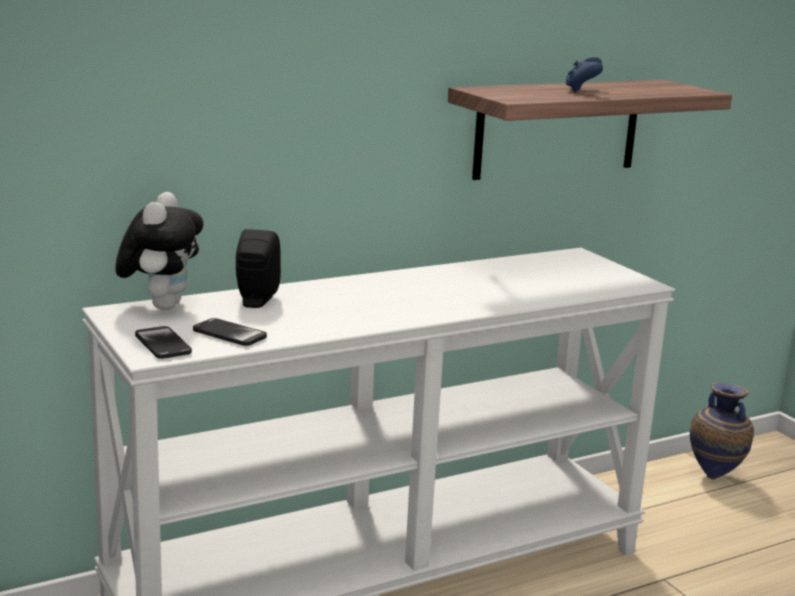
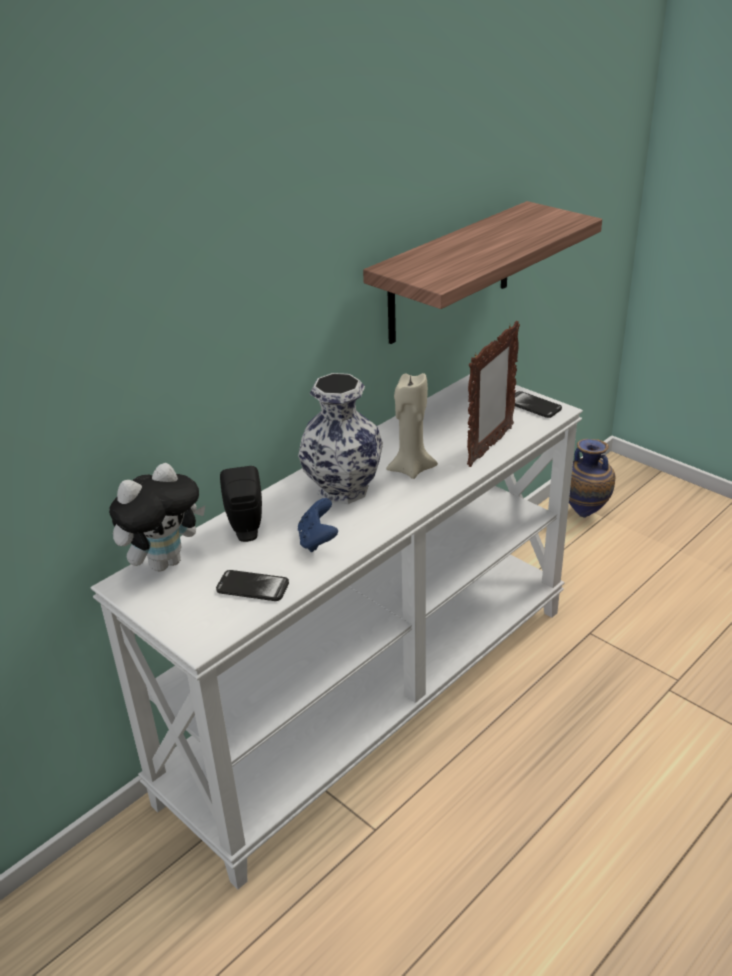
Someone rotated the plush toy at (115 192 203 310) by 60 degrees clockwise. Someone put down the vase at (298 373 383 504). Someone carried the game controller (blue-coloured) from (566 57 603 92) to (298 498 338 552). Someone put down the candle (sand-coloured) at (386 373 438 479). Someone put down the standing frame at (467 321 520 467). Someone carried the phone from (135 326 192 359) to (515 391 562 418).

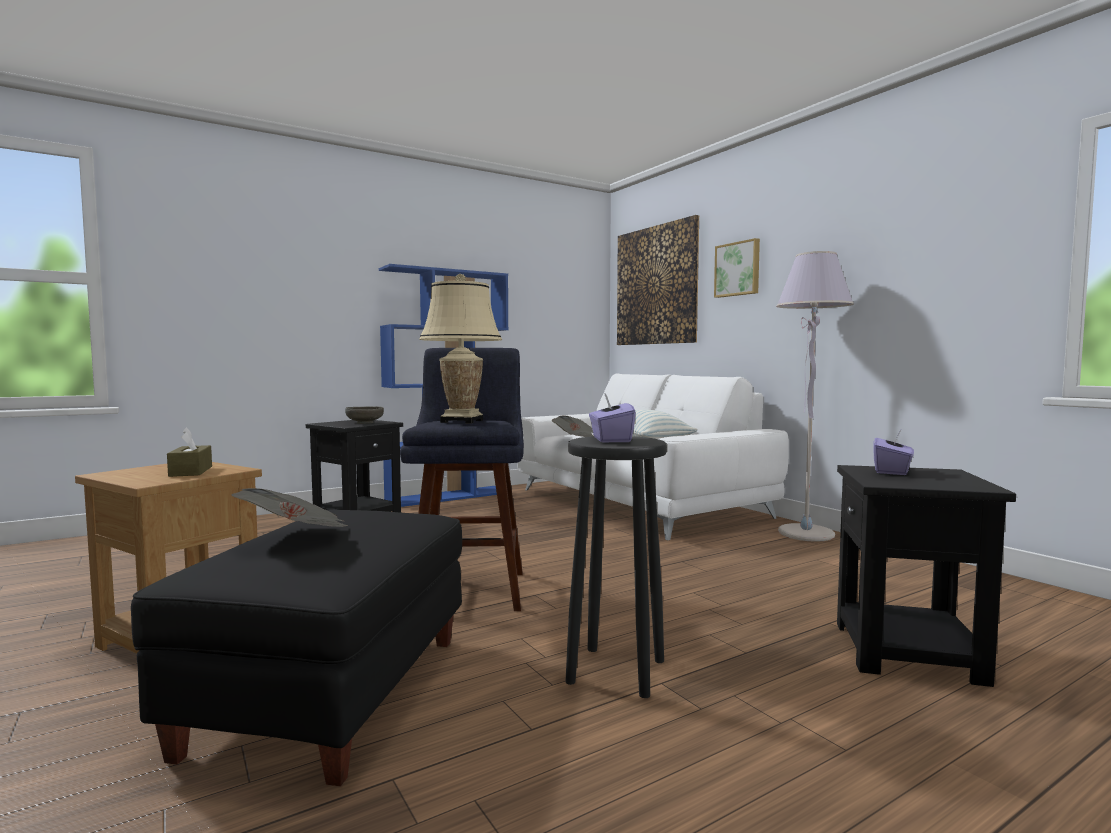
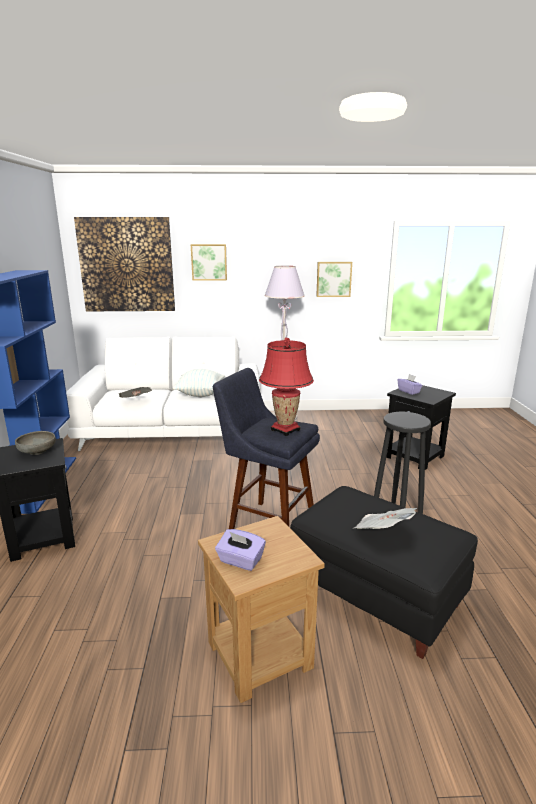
Someone carried the tissue box (purple) from (589 393 636 442) to (215 529 266 571). Someone repainted the tabletop lamp (sand-coloured) at (419 274 502 424), which became the tabletop lamp (red-coloured) at (259 338 314 436). Someone put up the picture at (316 262 352 297). Someone took away the tissue box (brown-coloured) at (167 427 212 477).

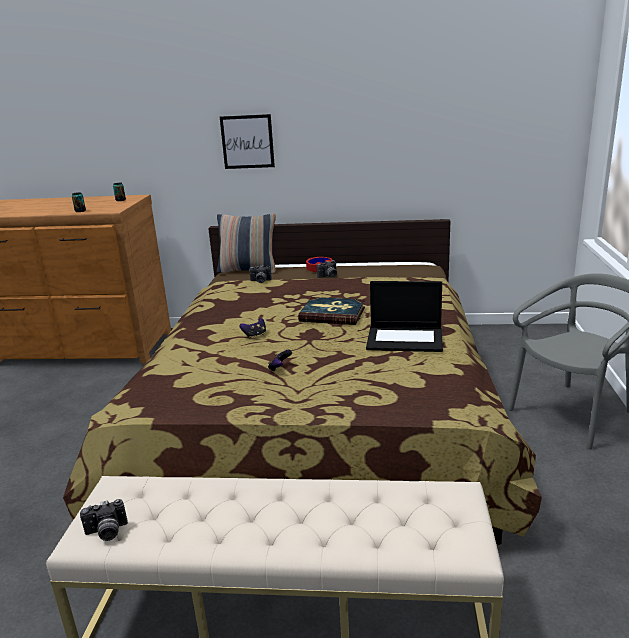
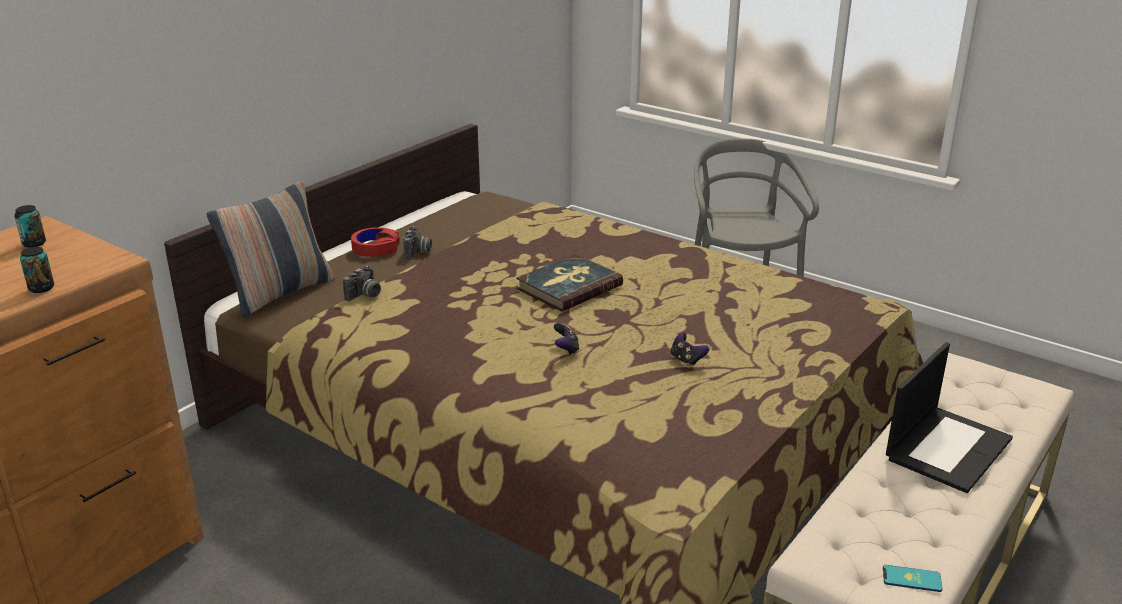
Someone swapped the photo camera at (80 499 128 541) for the phone at (883 565 942 592). Someone carried the notebook computer from (366 281 443 352) to (886 342 1013 493). Someone took away the picture at (220 114 275 169).

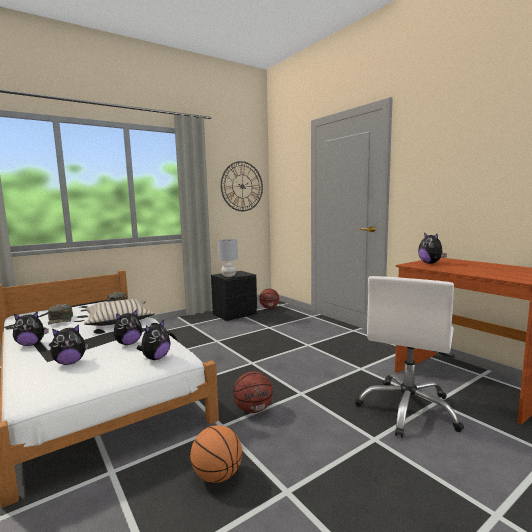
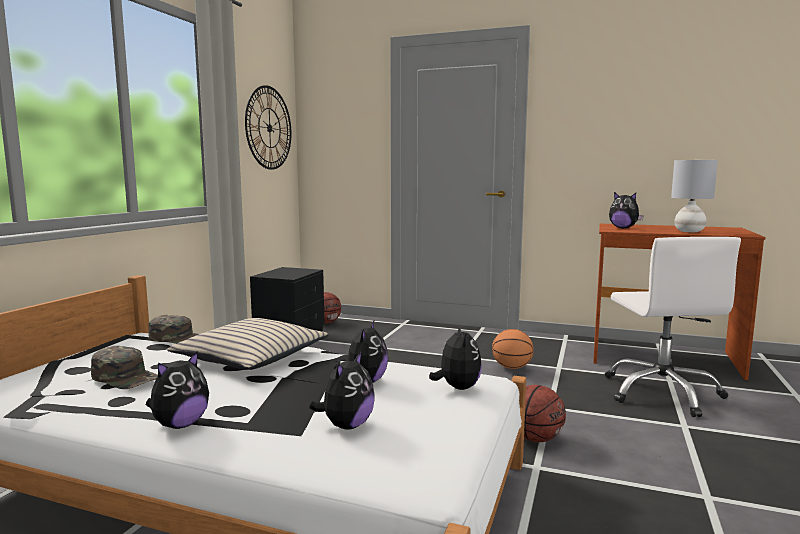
Someone carried the basketball ball from (190 425 242 483) to (492 329 534 369). Someone carried the tabletop lamp (gray) from (217 239 238 277) to (671 160 718 232).

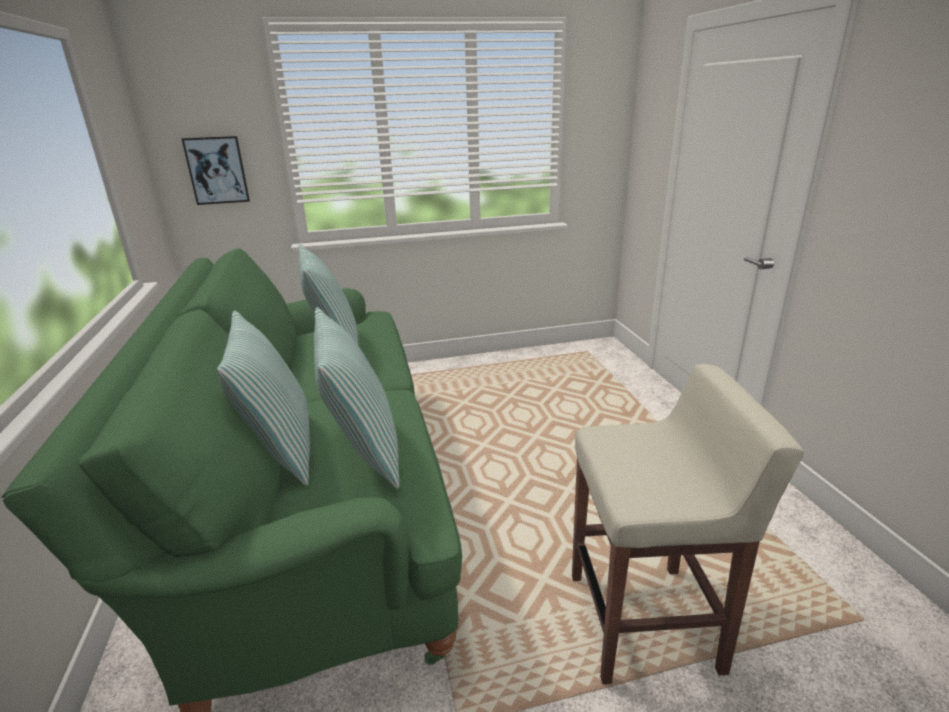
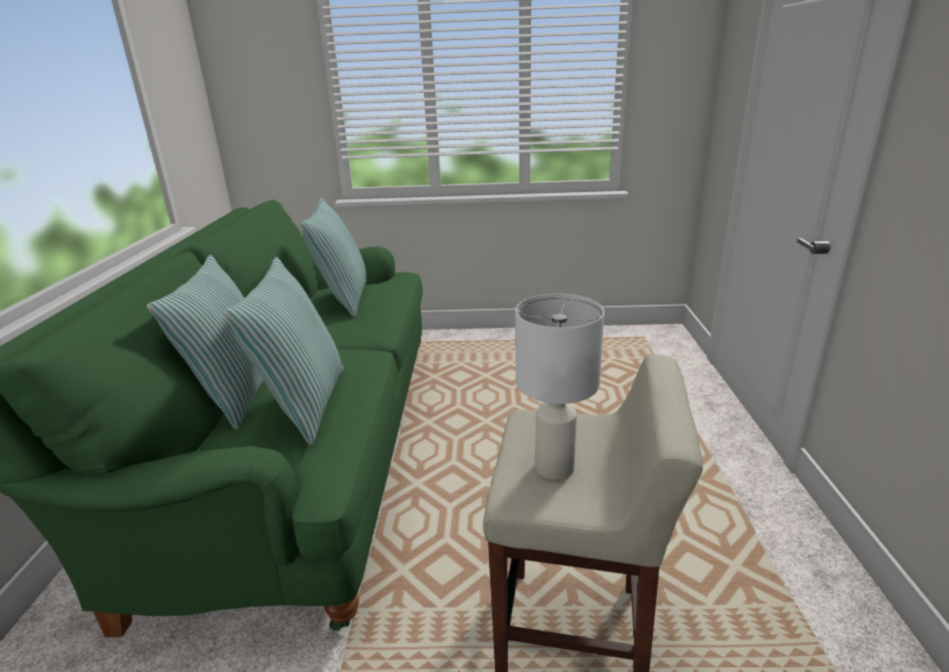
Someone put down the tabletop lamp (whitish) at (515 294 604 480). Someone took away the picture at (182 136 250 205).

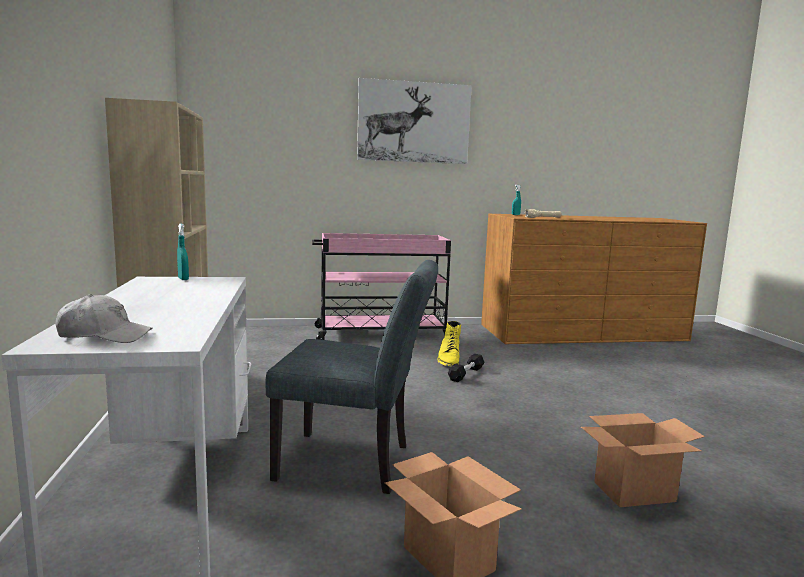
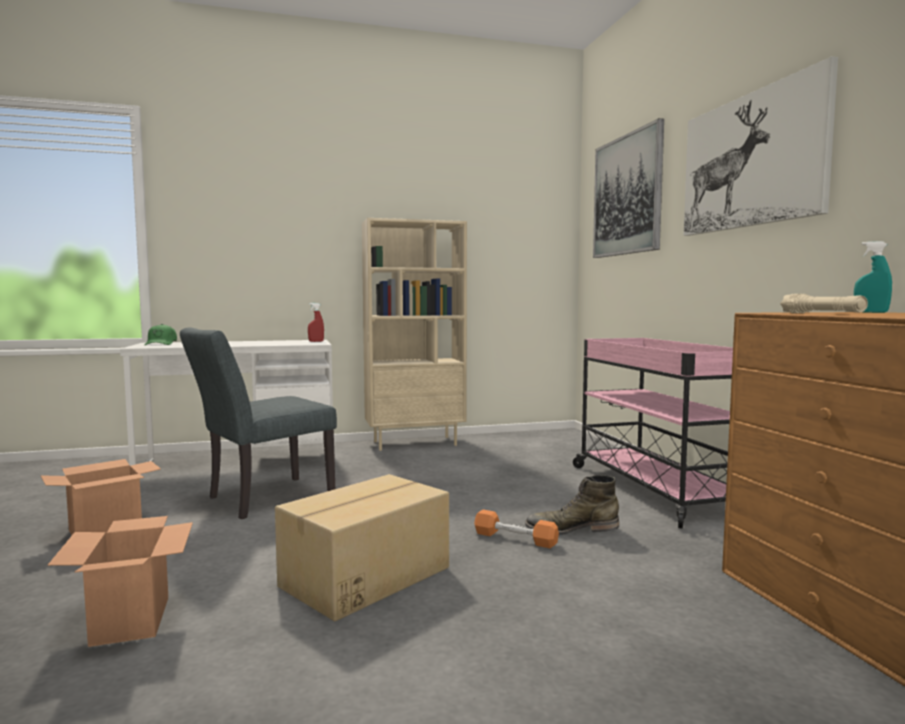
Someone repainted the peaked cap (whitish) at (55 294 152 343), which became the peaked cap (greenish) at (145 324 177 345). Someone rotated the plain chair (gray) at (266 260 438 494) by 45 degrees clockwise. Someone put down the packing box at (275 474 449 621). Someone repainted the spray bottle (blue-green) at (177 224 189 280), which became the spray bottle (red-coloured) at (308 303 324 342). Someone repainted the free weight (blackish) at (448 354 485 382), which became the free weight (orangey) at (474 510 559 548). Someone repainted the boot (yellow-coloured) at (437 321 461 366), which became the boot (greenish) at (525 475 619 535). Someone put up the picture at (593 118 664 258).

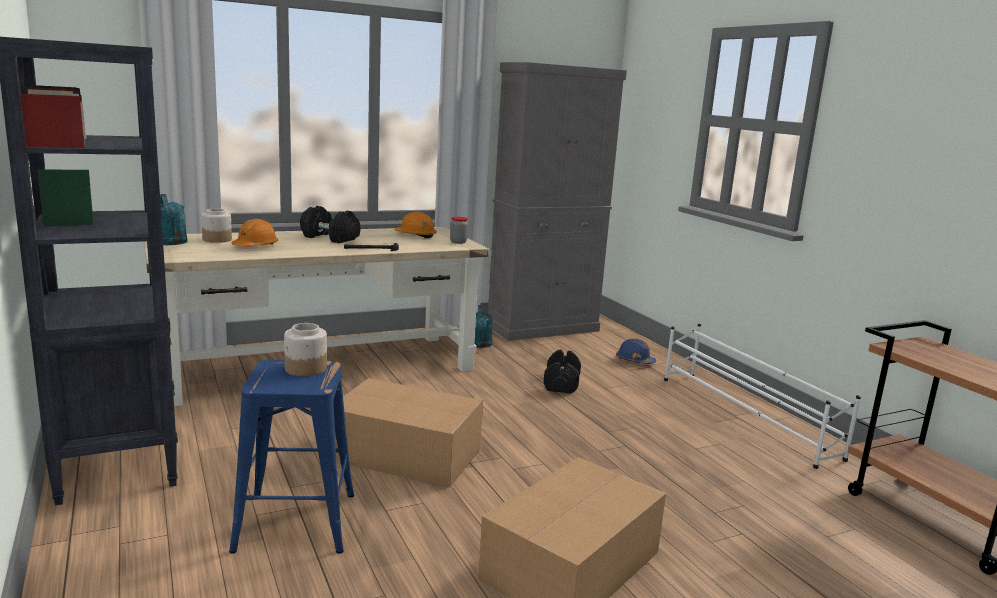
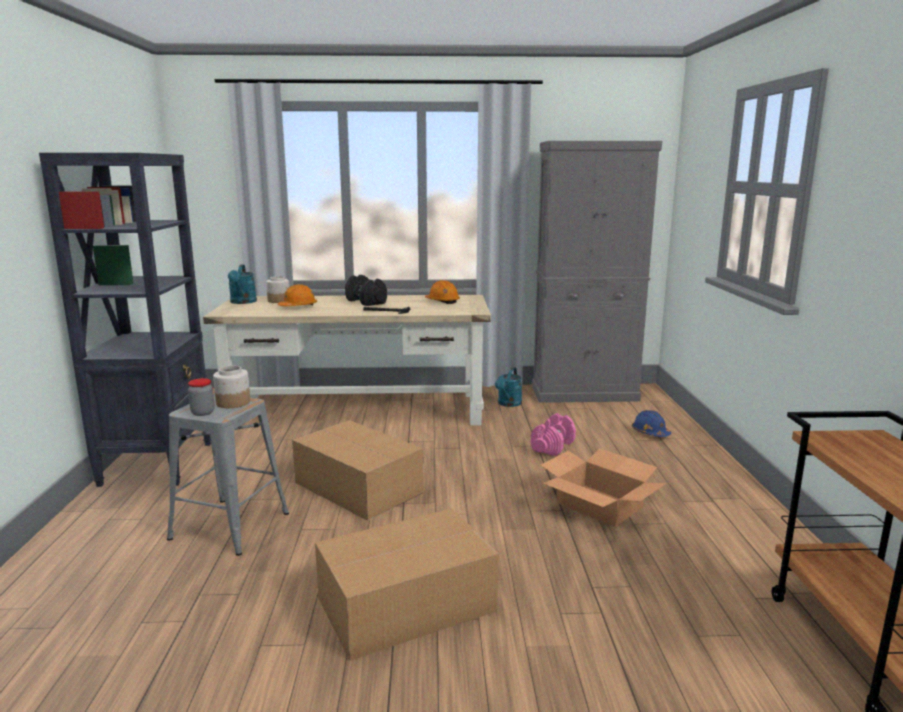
Someone repainted the sitting stool (blue-coloured) at (229 360 354 554), which became the sitting stool (gray) at (167 394 289 556). Someone carried the storage jar from (450 217 468 244) to (188 378 215 416). Someone repainted the free weight (blackish) at (544 350 581 394), which became the free weight (pinkish) at (531 413 576 456). Someone put down the packing box at (541 448 666 527). Someone took away the shoe shelf (whitish) at (664 324 861 469).

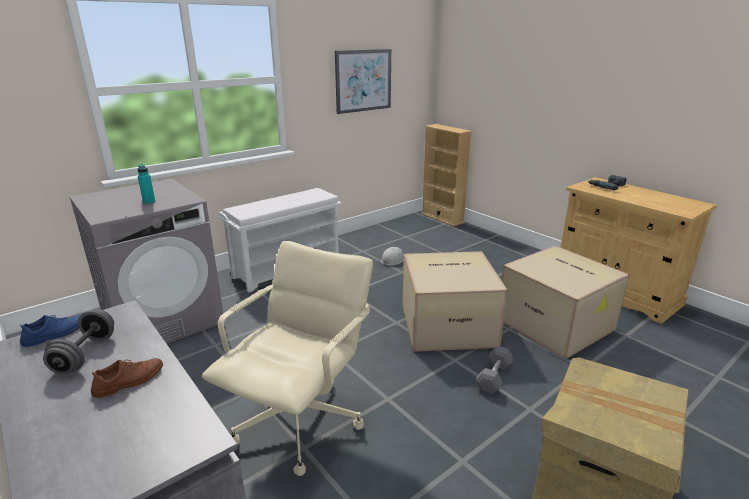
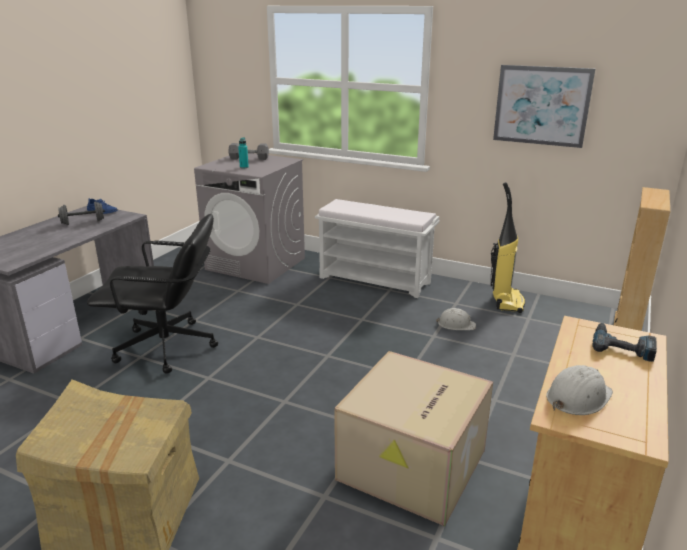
Someone repainted the office chair (sand-coloured) at (202 241 373 476), which became the office chair (blackish) at (87 214 218 374). Someone carried the free weight (gray) from (476 346 513 394) to (228 143 269 160). Someone put down the vacuum cleaner at (490 182 525 313). Someone put down the hard hat (whitish) at (546 365 613 415). Someone took away the item of footwear (brown-coloured) at (91 358 163 398). Someone took away the packing box at (402 251 508 352).

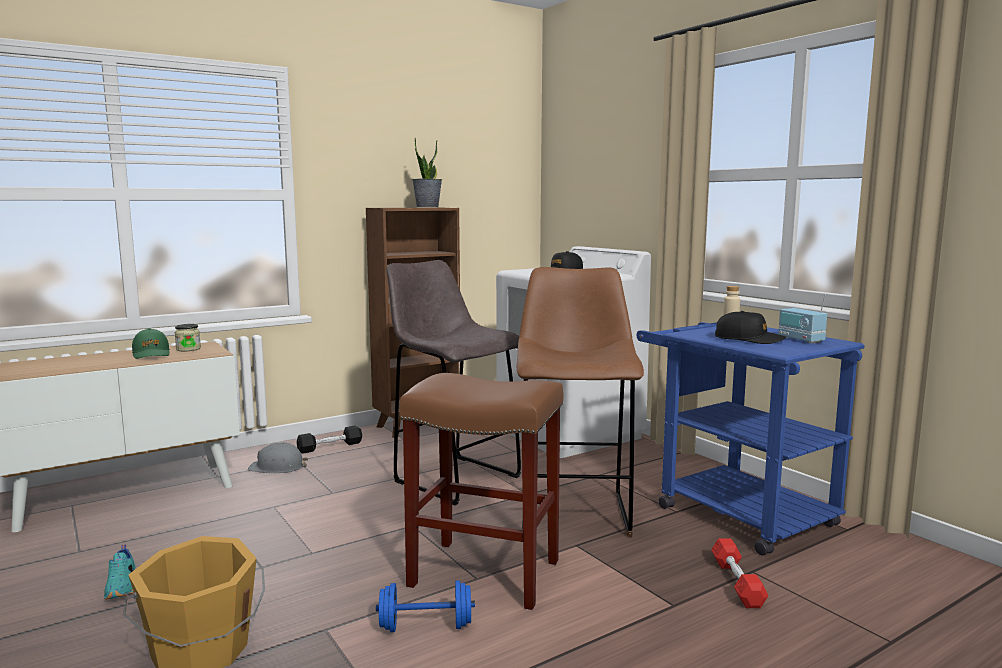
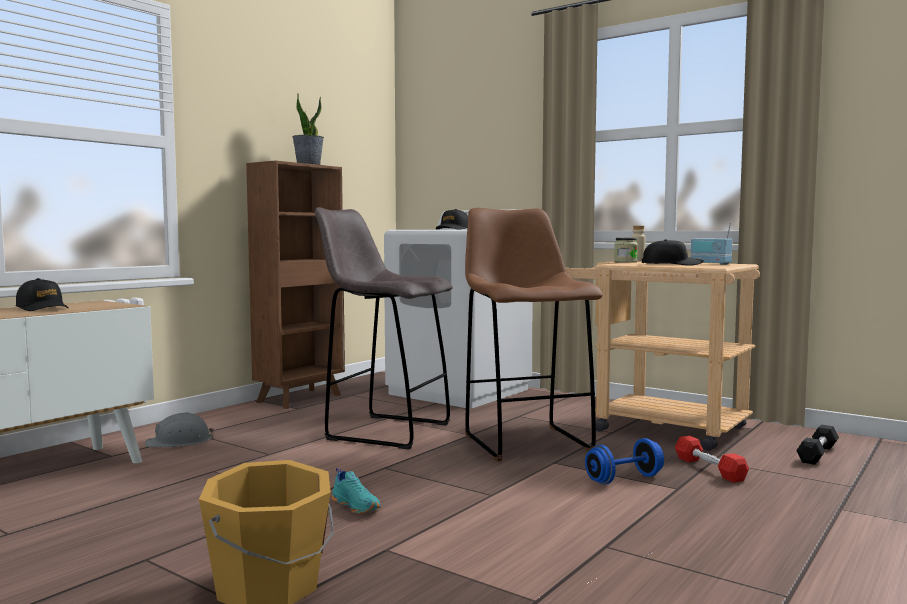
Someone repainted the peaked cap (greenish) at (132 328 169 359), which became the peaked cap (blackish) at (16 278 69 311). Someone carried the item of footwear (blue-green) from (104 544 135 600) to (331 468 381 514). Someone repainted the cart (blue-coloured) at (637 322 865 555), which became the cart (sand-coloured) at (565 261 760 451). Someone carried the free weight (blue-coloured) from (376 580 475 632) to (585 438 664 484). Someone carried the storage jar from (175 324 201 351) to (614 238 638 263). Someone carried the free weight (blackish) from (297 426 362 454) to (796 425 839 465). Someone took away the sitting stool (brown-coloured) at (399 373 563 610).

